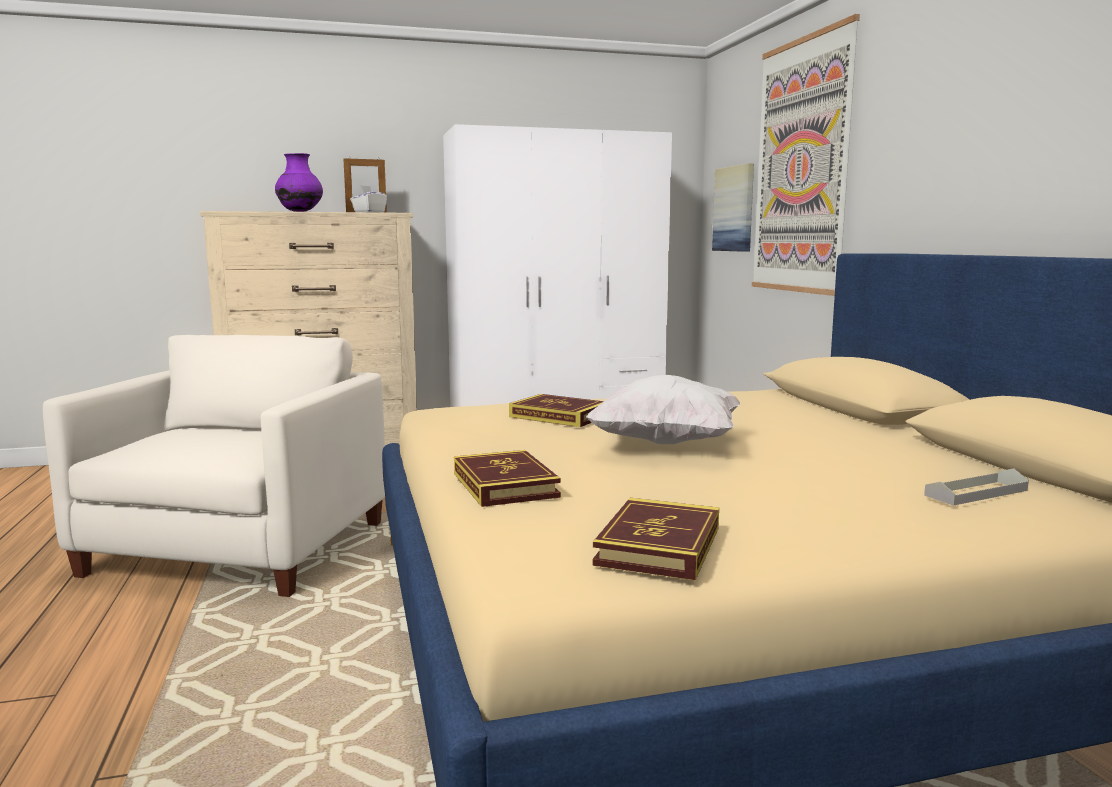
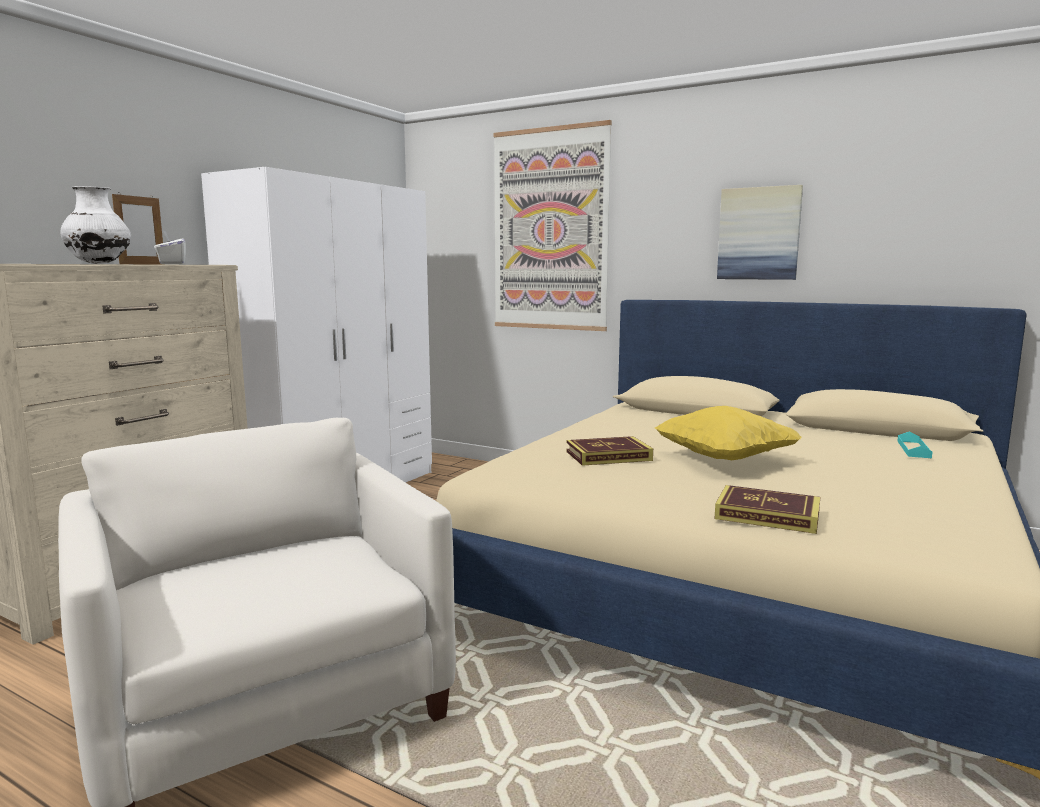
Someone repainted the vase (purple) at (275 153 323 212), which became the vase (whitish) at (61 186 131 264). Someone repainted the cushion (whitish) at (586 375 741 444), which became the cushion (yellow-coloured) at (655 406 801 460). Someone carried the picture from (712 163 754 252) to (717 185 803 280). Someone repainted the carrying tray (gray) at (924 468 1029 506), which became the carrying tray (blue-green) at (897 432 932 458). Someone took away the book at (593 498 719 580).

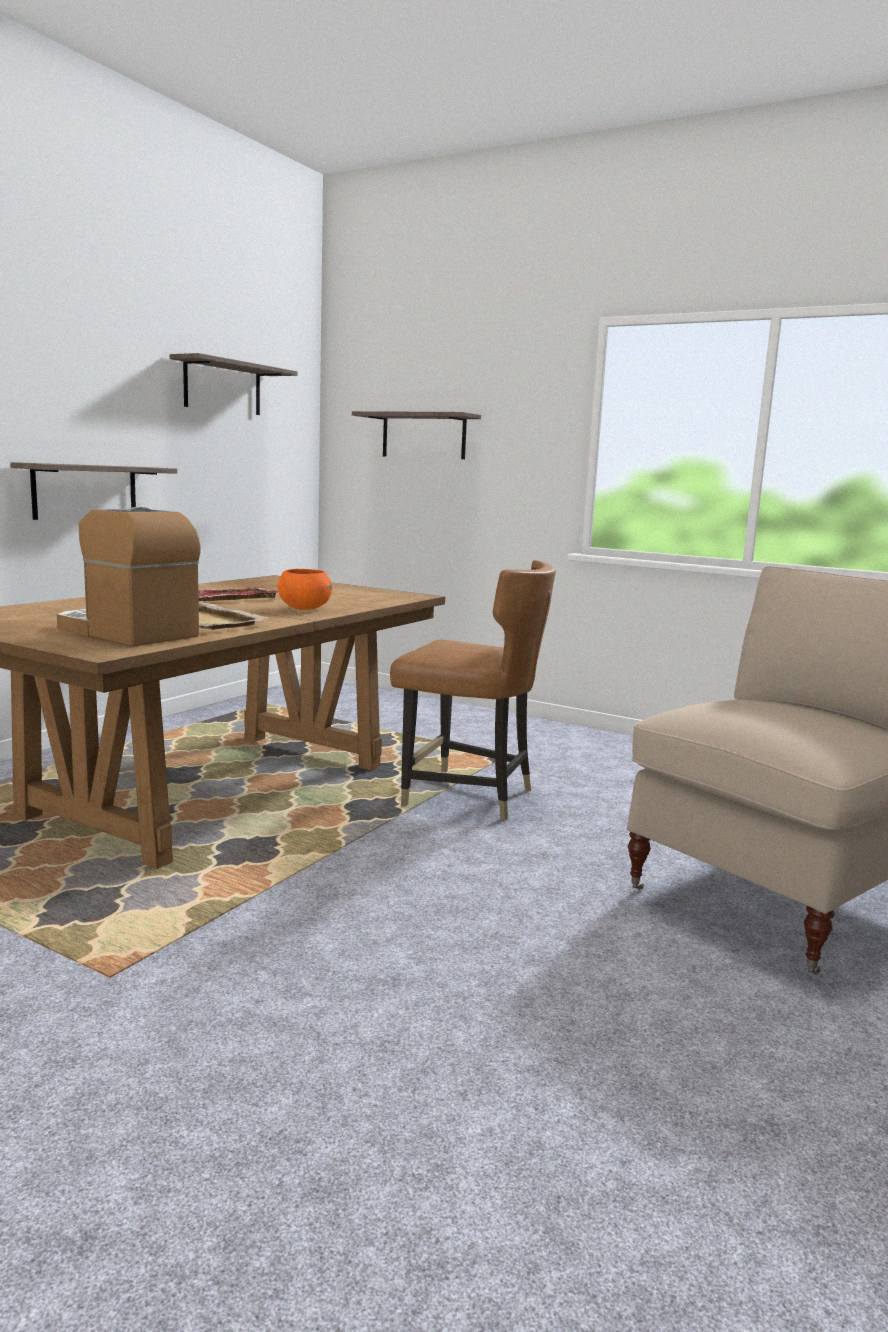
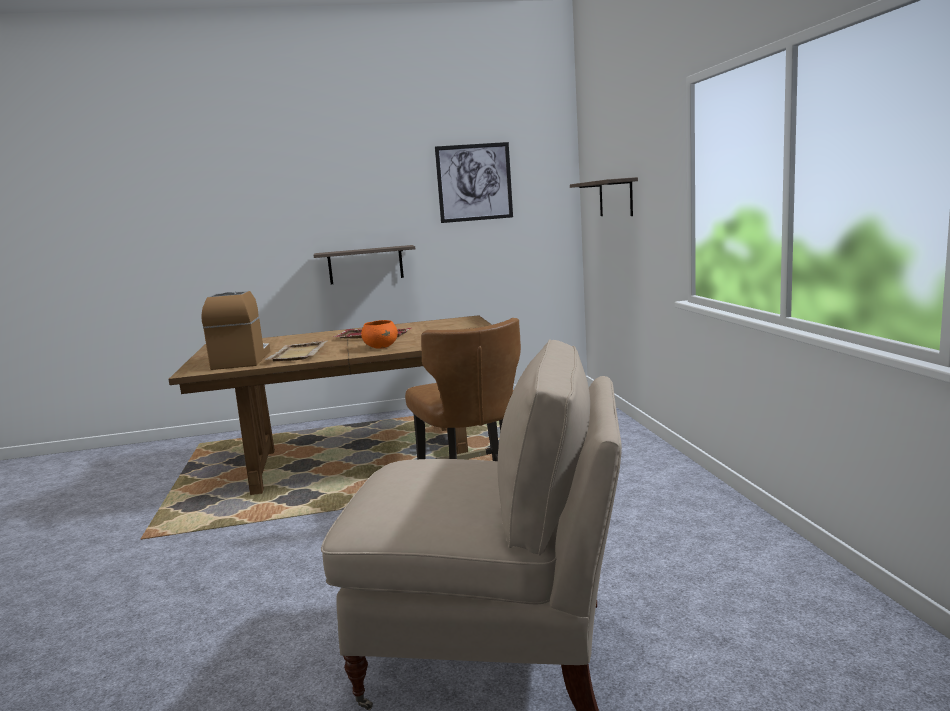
Someone swapped the wall shelf at (169 353 297 415) for the picture at (435 142 513 223).

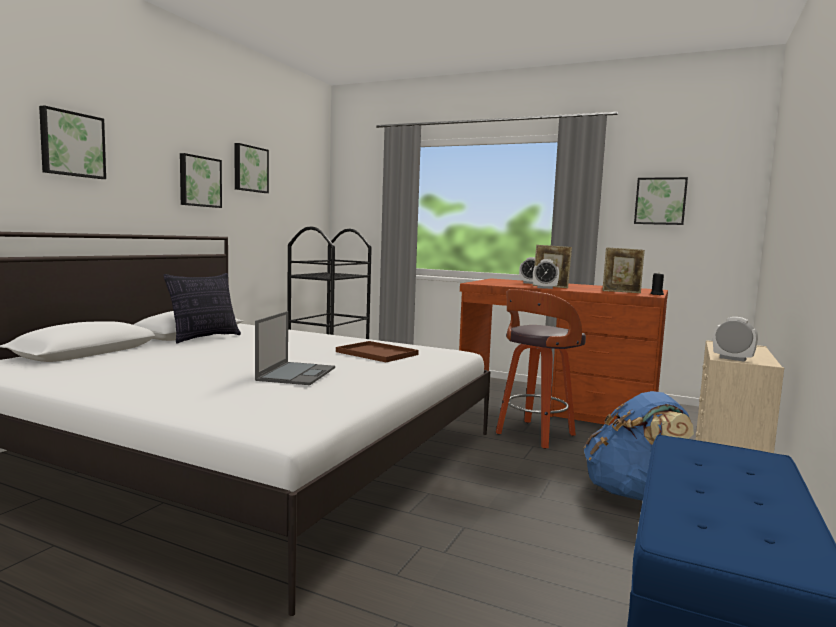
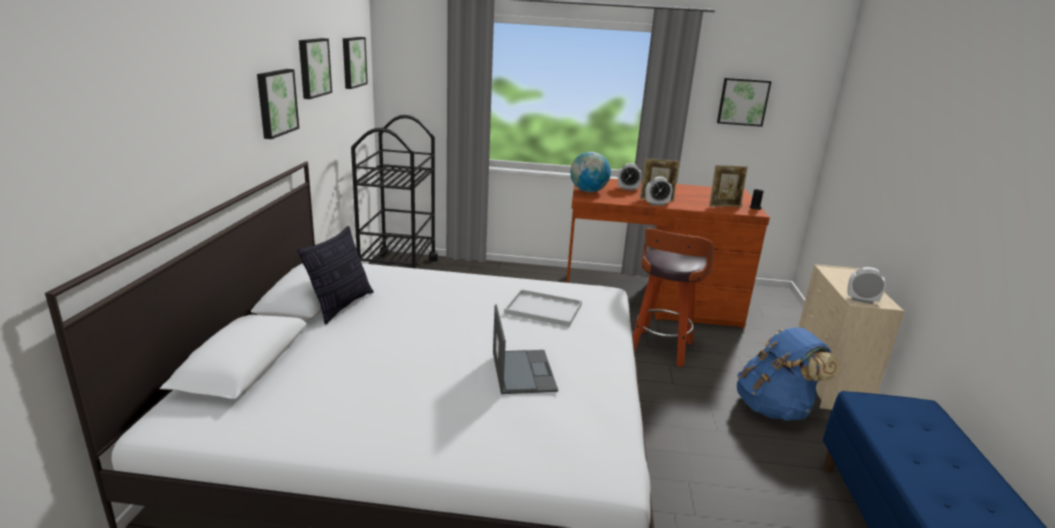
Someone carried the picture from (39 105 106 179) to (343 37 368 89). Someone repainted the carrying tray (brown-coloured) at (336 341 419 362), which became the carrying tray (whitish) at (504 289 582 327). Someone put down the desk globe at (570 152 611 192).

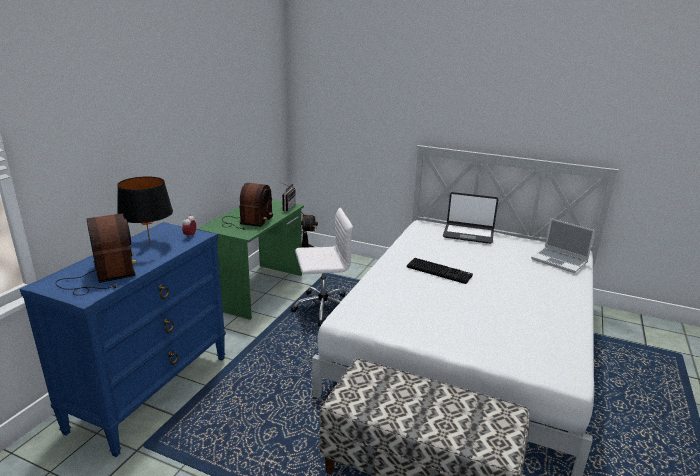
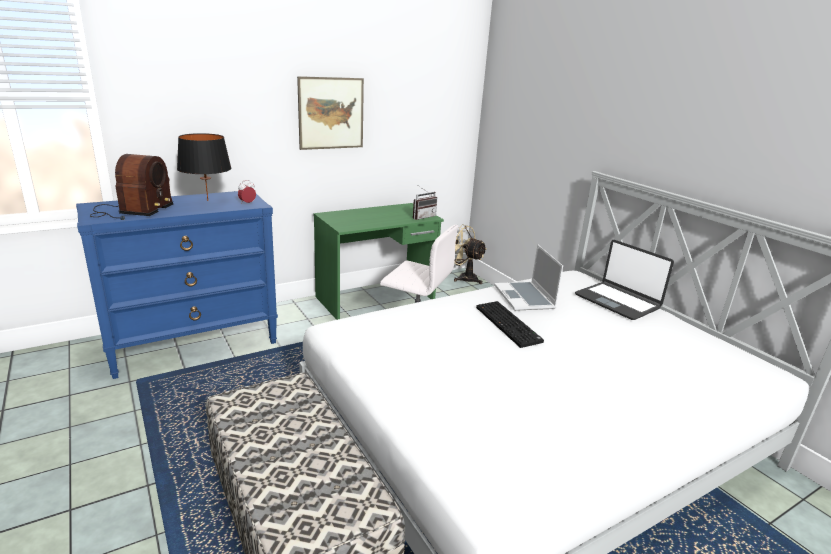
Someone put up the picture at (297 76 364 150). Someone carried the notebook computer from (531 218 595 273) to (494 244 563 311). Someone took away the radio receiver at (222 183 273 230).

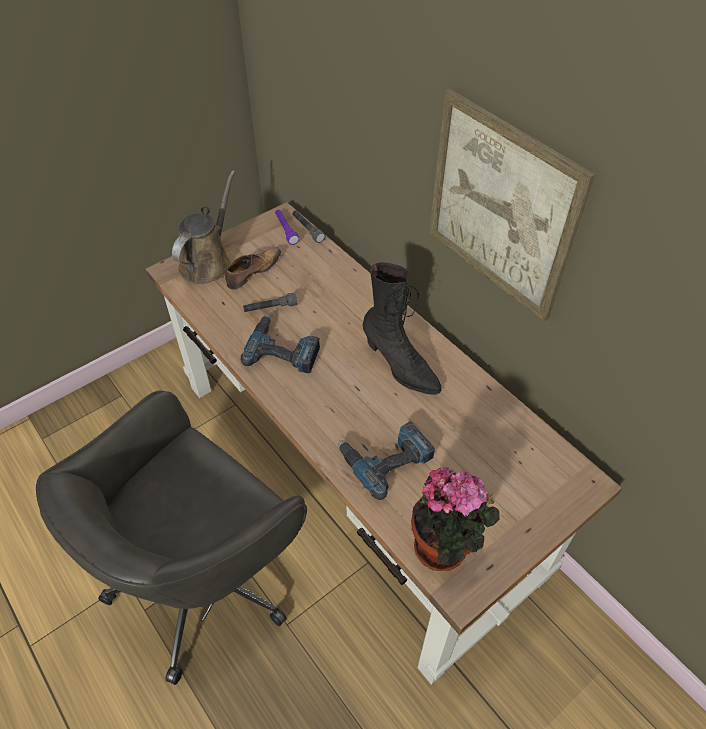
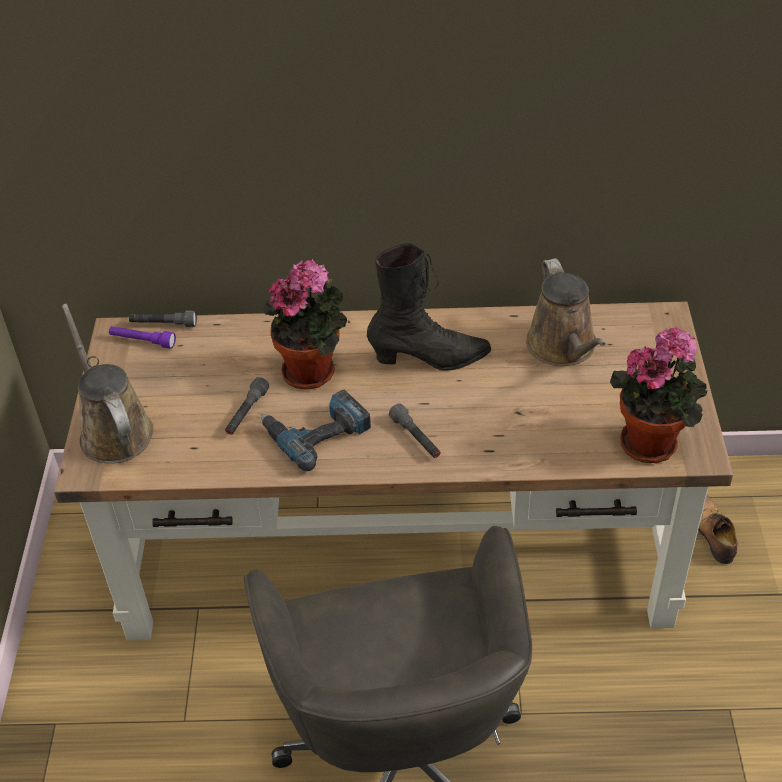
Someone put down the plant in a pot at (264 259 347 390). Someone put down the hand torch (gray) at (389 404 441 458). Someone put down the watering can (brown-coloured) at (526 258 606 366). Someone carried the item of footwear from (225 247 281 290) to (698 495 737 564). Someone took away the power drill at (338 422 435 500). Someone took away the picture at (429 89 595 321).

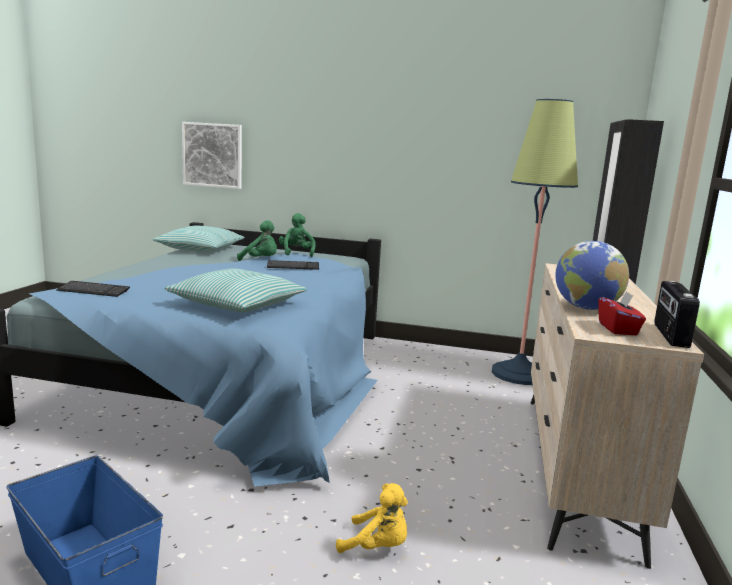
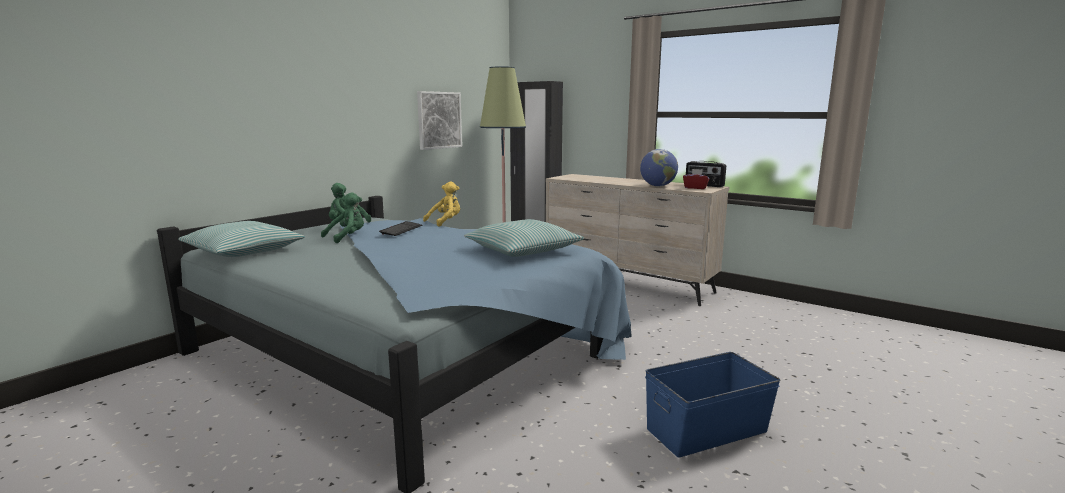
Someone carried the picture from (182 122 242 189) to (417 91 462 150). Someone carried the plush toy (yellow-coloured) from (336 483 408 553) to (423 182 460 227). Someone took away the keyboard at (56 281 130 297).

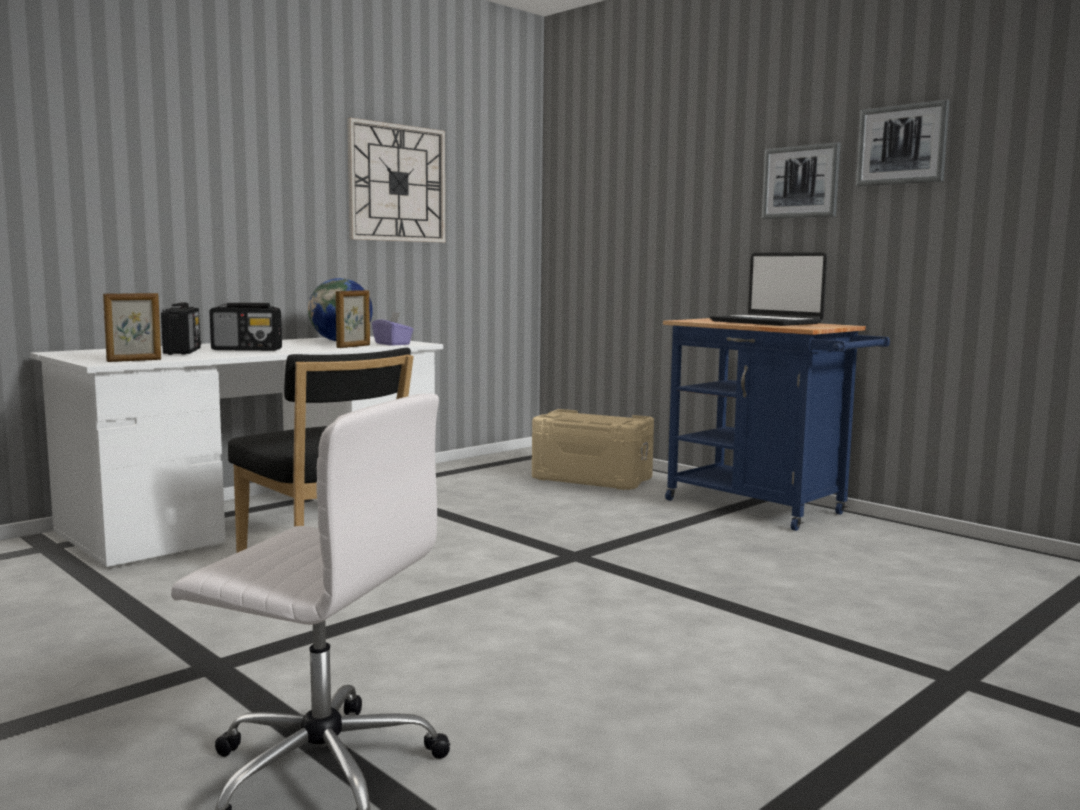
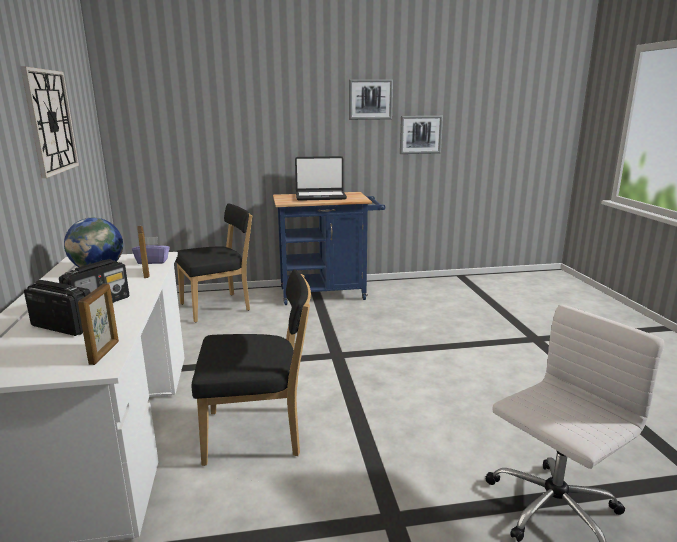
Someone swapped the storage box (sand-coloured) at (532 409 654 490) for the plain chair (blackish) at (175 203 252 322). Someone carried the picture from (762 142 840 219) to (400 115 443 154).

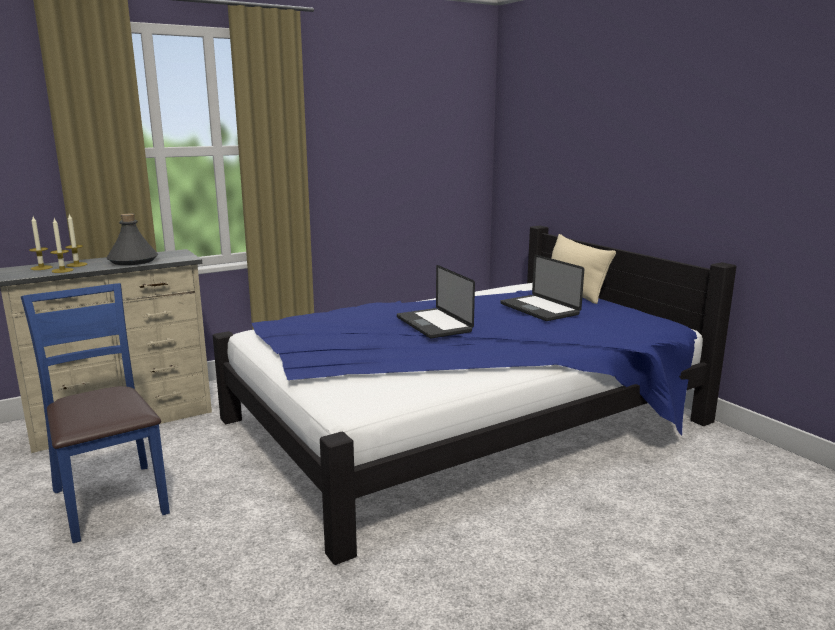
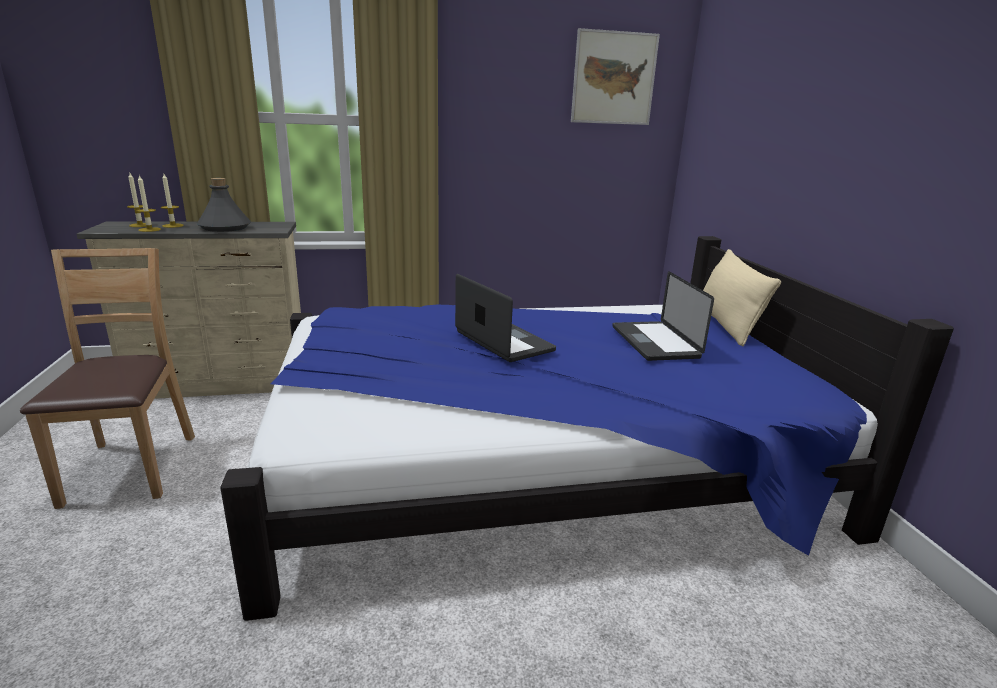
Someone repainted the plain chair (blue-coloured) at (21 283 170 543), which became the plain chair (brown-coloured) at (20 248 195 509). Someone rotated the notebook computer at (397 265 475 339) by 150 degrees clockwise. Someone put up the picture at (571 28 660 125).

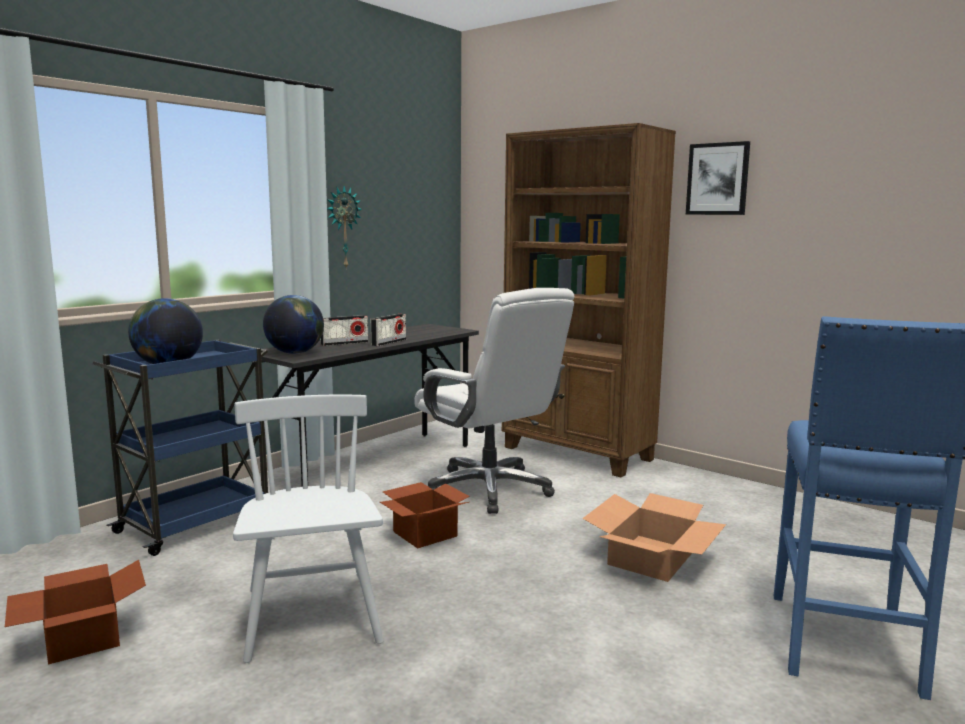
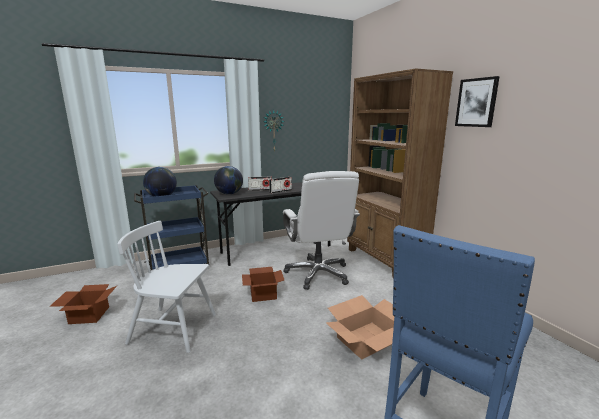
Someone rotated the plain chair (whitish) at (233 395 384 663) by 90 degrees counterclockwise.

